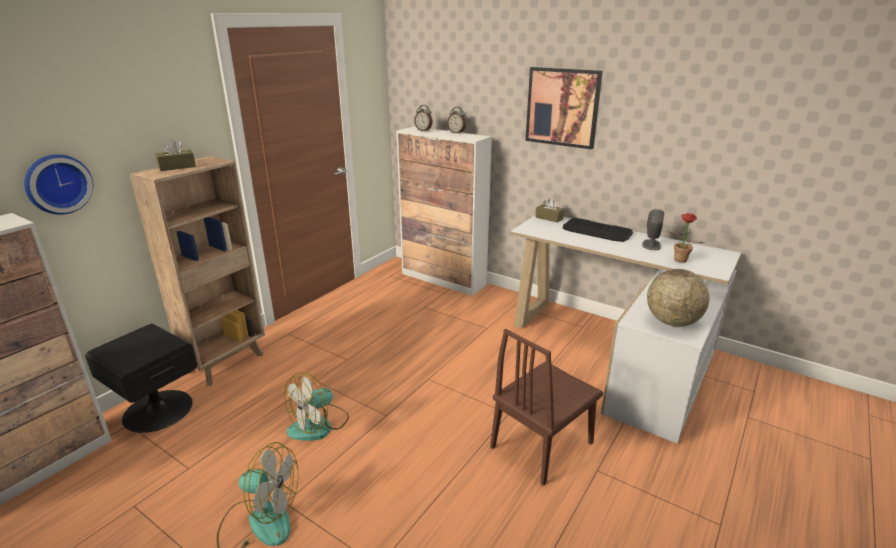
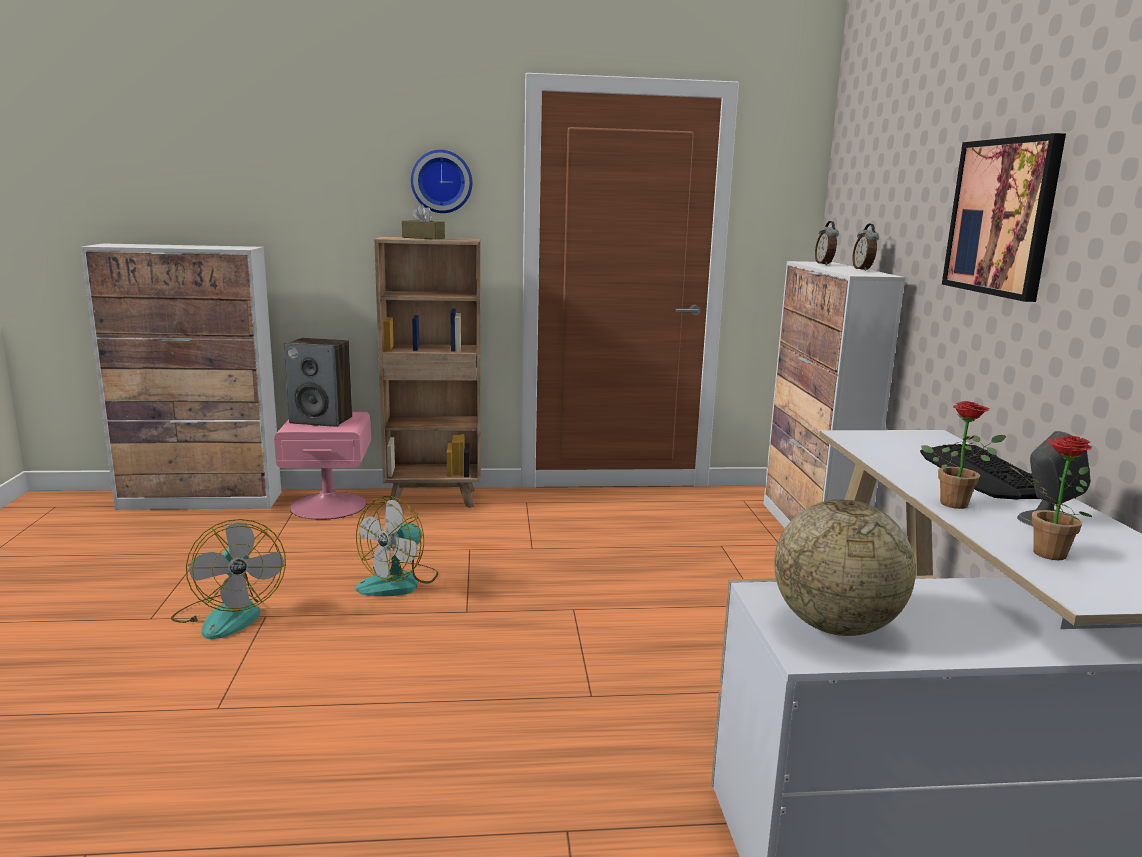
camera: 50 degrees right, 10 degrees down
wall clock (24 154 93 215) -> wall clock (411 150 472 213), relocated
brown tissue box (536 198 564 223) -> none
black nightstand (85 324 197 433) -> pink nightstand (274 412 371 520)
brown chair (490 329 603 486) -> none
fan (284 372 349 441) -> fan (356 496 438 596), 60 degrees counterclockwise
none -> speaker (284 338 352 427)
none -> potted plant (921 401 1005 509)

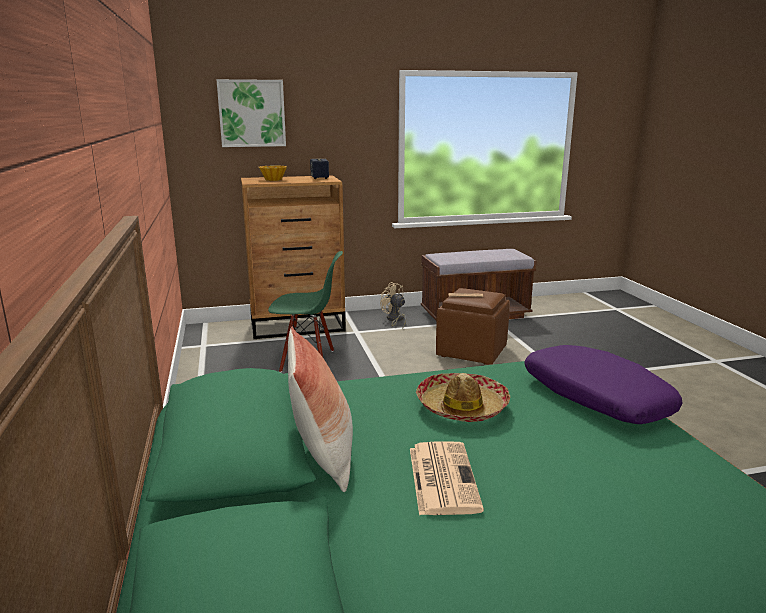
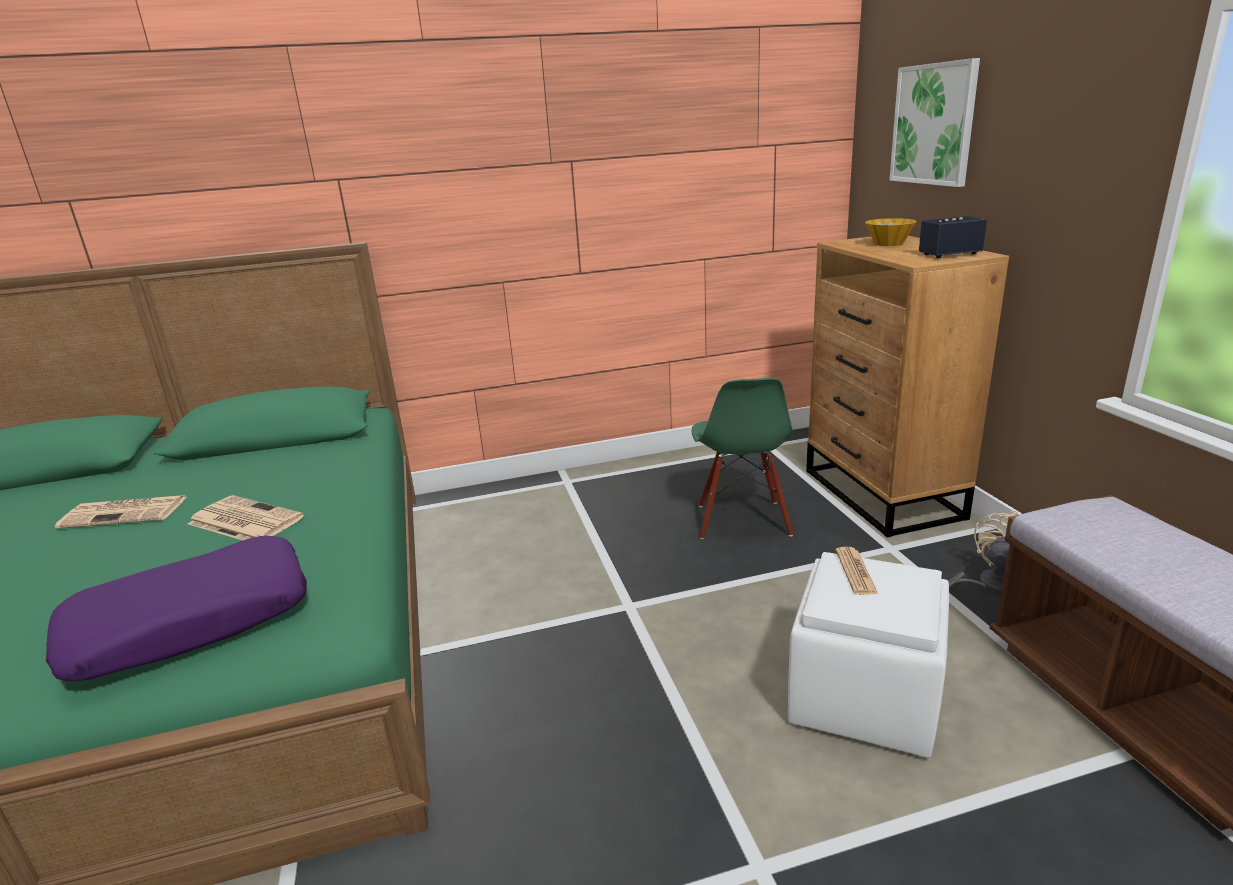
camera: 90 degrees right, 5 degrees up
brown ottoman (436 288 510 365) -> white ottoman (788 552 949 758)
pillow (288 327 353 492) -> none
hat (416 373 510 422) -> newspaper (188 495 304 540)

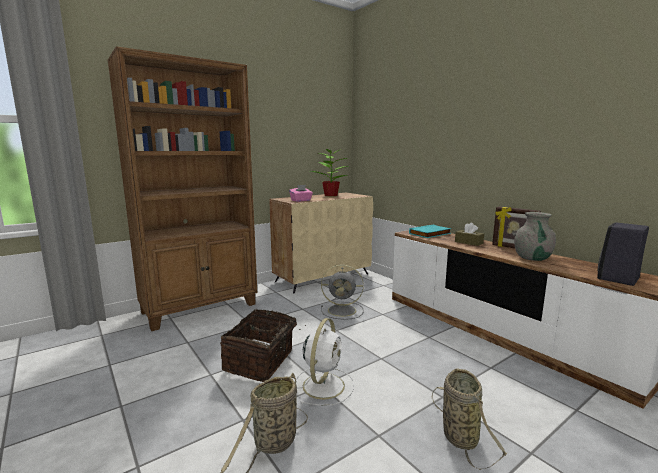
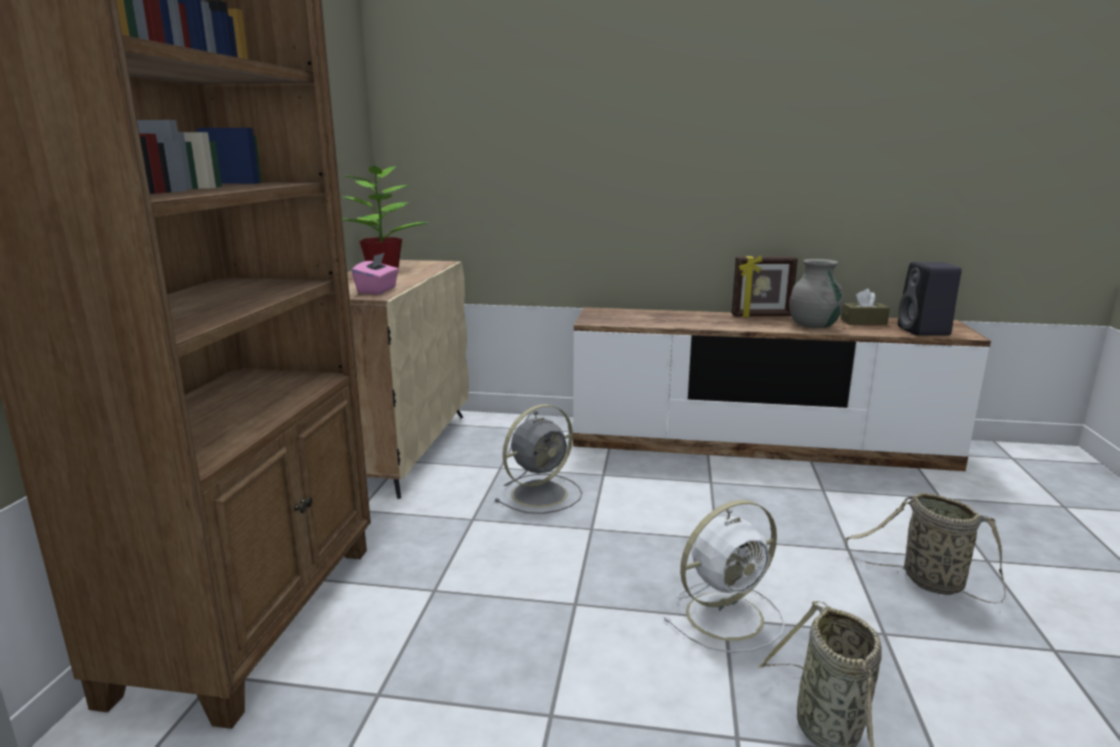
camera: 45 degrees left, 5 degrees up
brown tissue box (455 223 484 246) -> brown tissue box (841 289 890 325), relocated
turquoise book (409 225 451 238) -> none
basket (220 309 306 382) -> none
white fan (296 318 354 406) -> white fan (664 500 785 653), 90 degrees clockwise

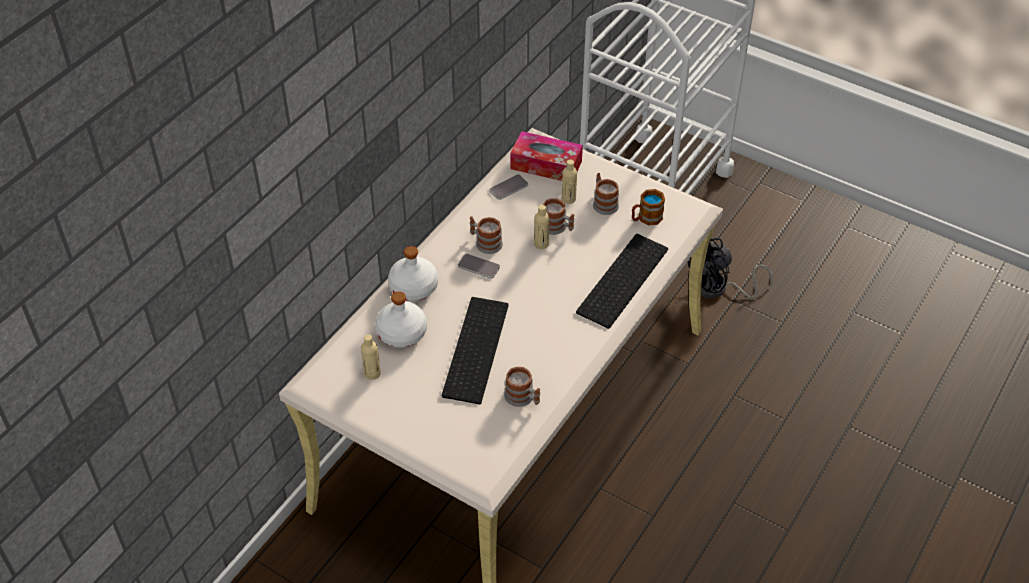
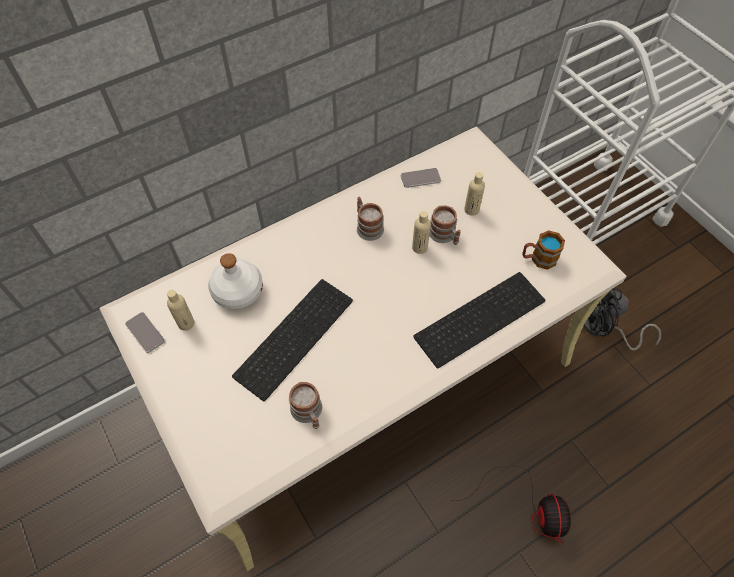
camera: 25 degrees right, 10 degrees up
tissue box (511 131 583 181) -> none
mug (593 173 619 215) -> none
white bottle (388 246 438 301) -> none
phone (458 254 500 278) -> phone (125 312 165 353), relocated
none -> fan (451 466 571 543)

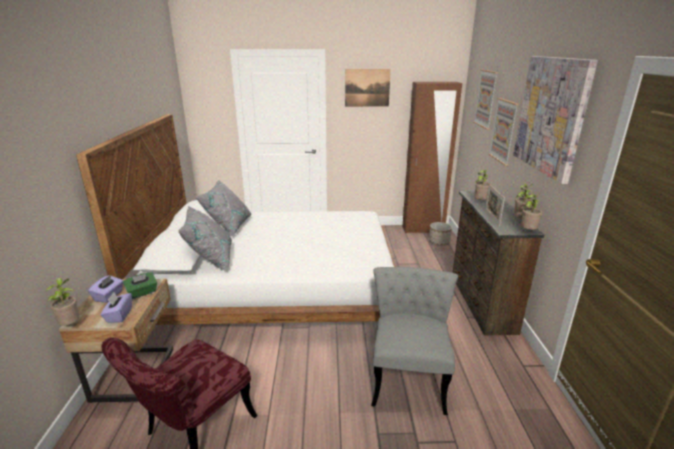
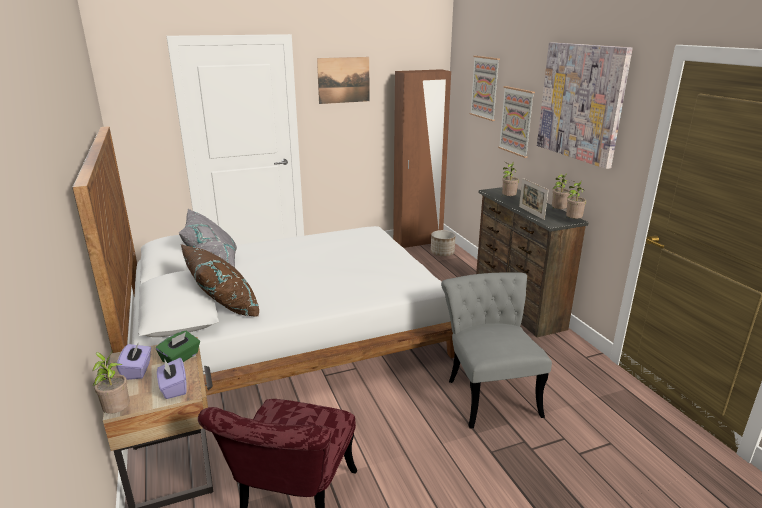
camera: 20 degrees left, 0 degrees up
grey pillow (178 206 232 271) -> brown pillow (181 244 259 317)

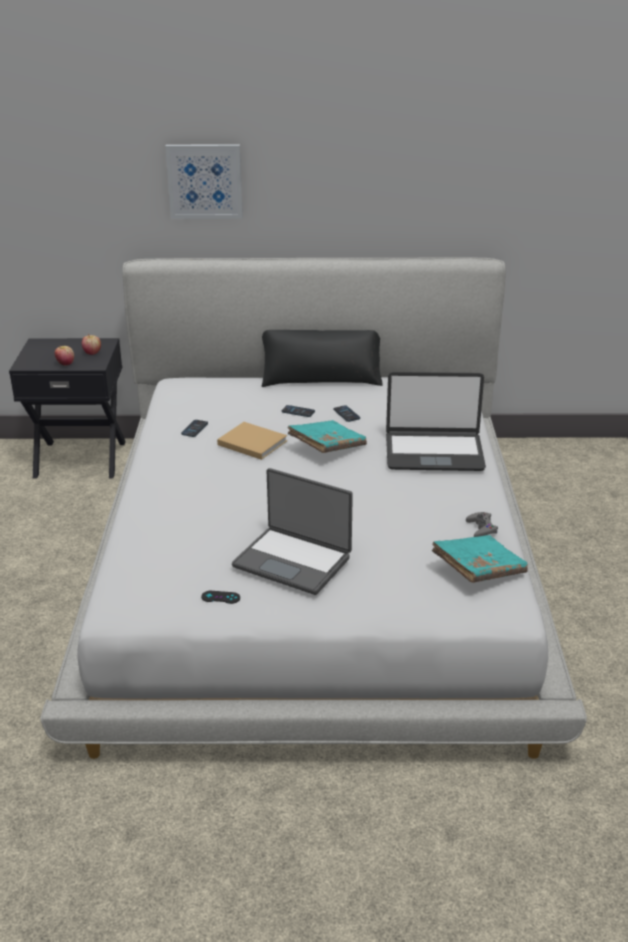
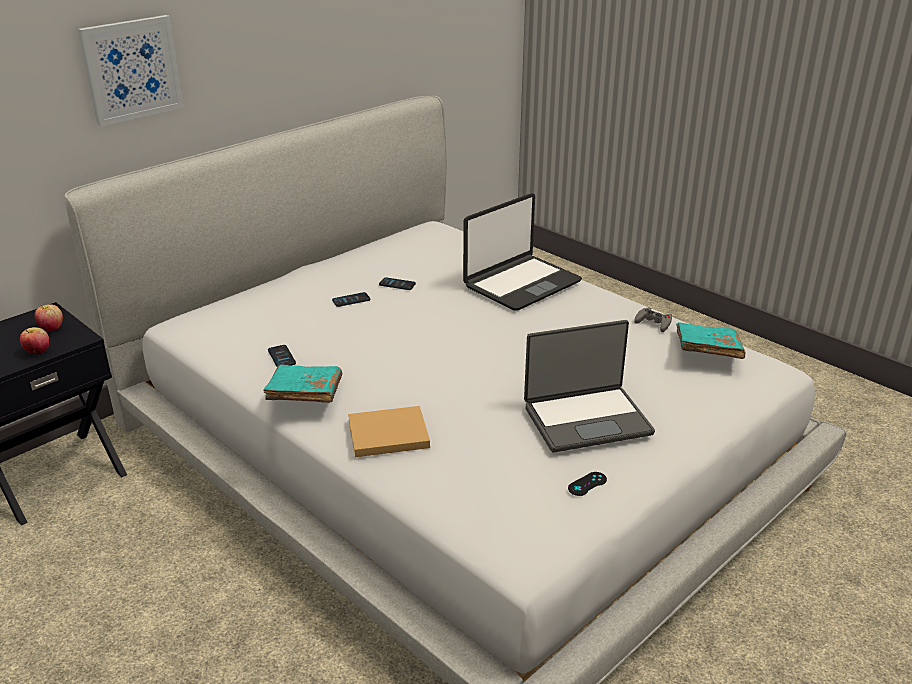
camera: 45 degrees left, 0 degrees up
black pillow (262 330 383 387) -> none
turquoise book (288 420 367 453) -> turquoise book (264 365 343 403), relocated
beige book (217 422 287 460) -> beige book (348 406 430 457), relocated

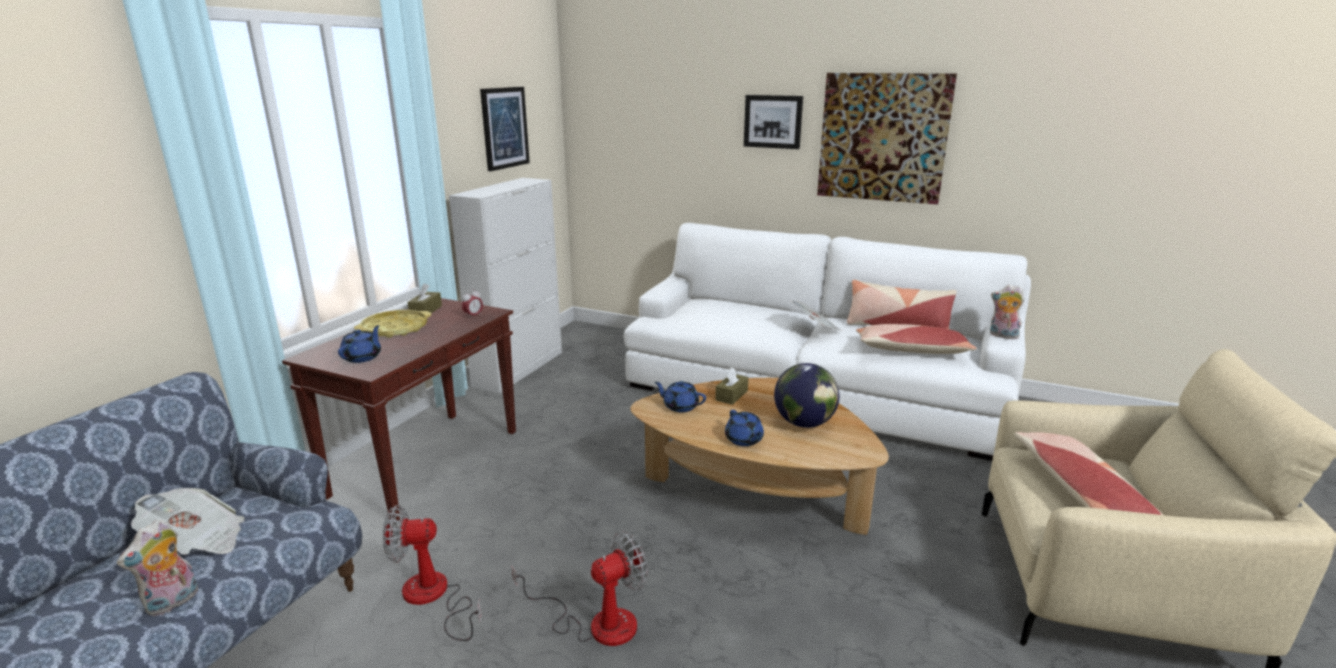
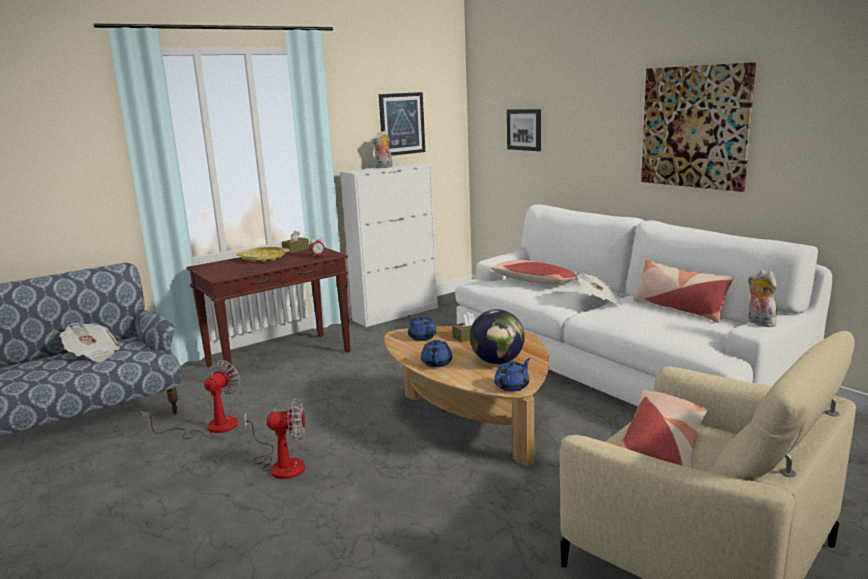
camera: 30 degrees right, 5 degrees down
picture (744 95 803 149) -> picture (507 109 541 151), relocated
pillow (856 324 977 354) -> pillow (490 260 578 285), relocated
blue teapot (338 325 381 363) -> blue teapot (494 358 530 392), relocated
fan (383 505 481 641) -> fan (141 360 240 439), 90 degrees clockwise
plush toy (117 519 198 616) -> plush toy (371 130 392 168), relocated

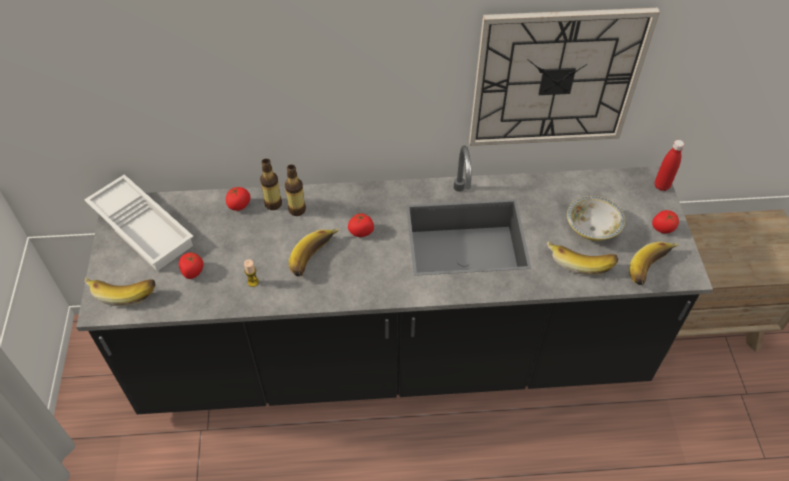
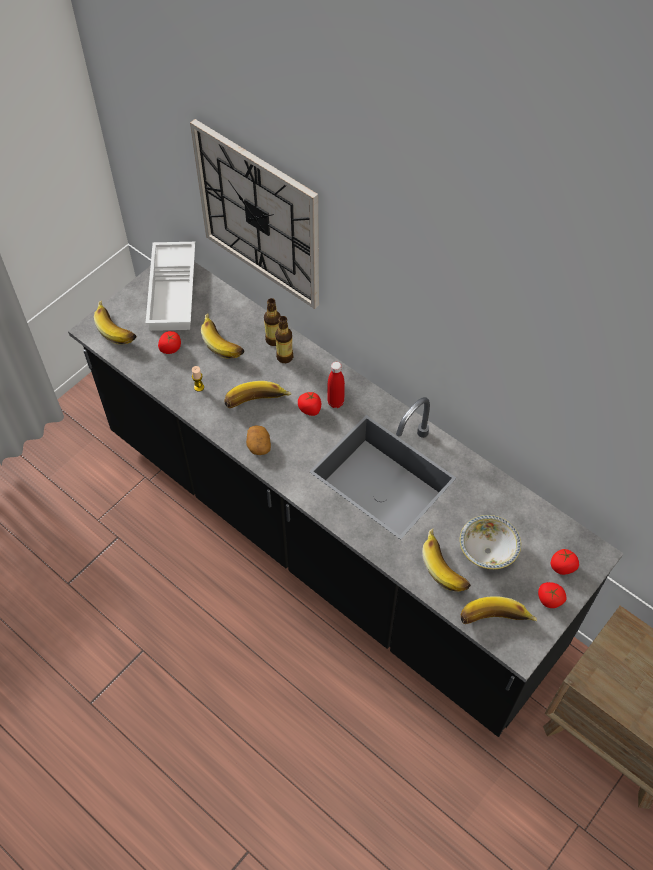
camera: 45 degrees right, 5 degrees up
wall clock (469 8 660 146) -> wall clock (190 119 319 309), relocated
red bottle (655 140 685 191) -> red bottle (327 362 345 408), relocated
tomato (226 187 250 211) -> tomato (551 549 579 575), relocated
none -> banana (201 314 245 358)
none -> potato (246 425 271 455)

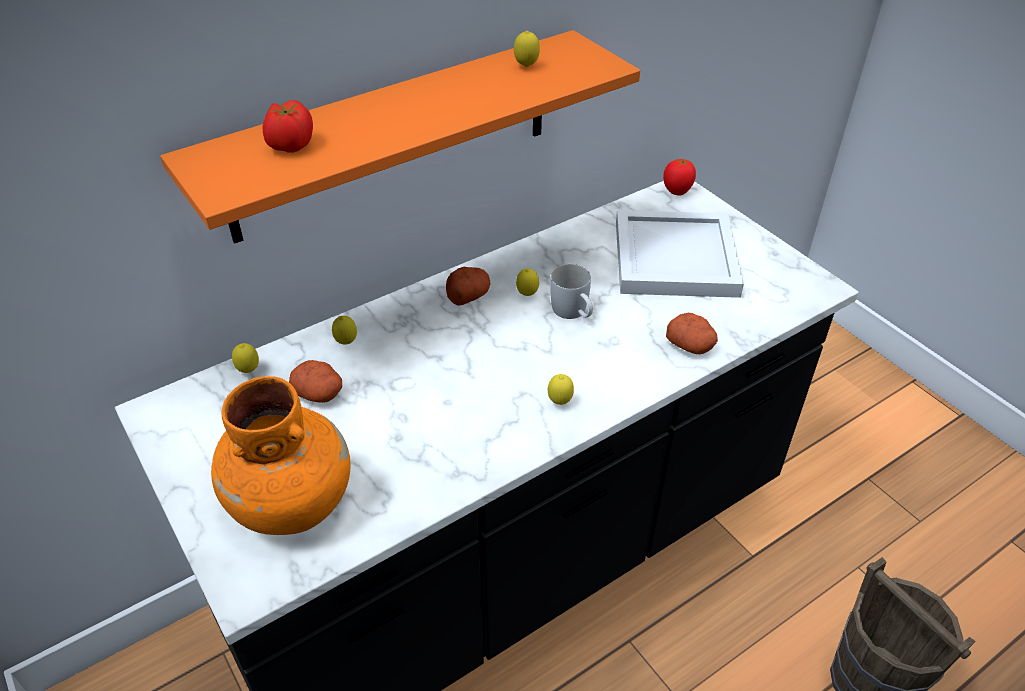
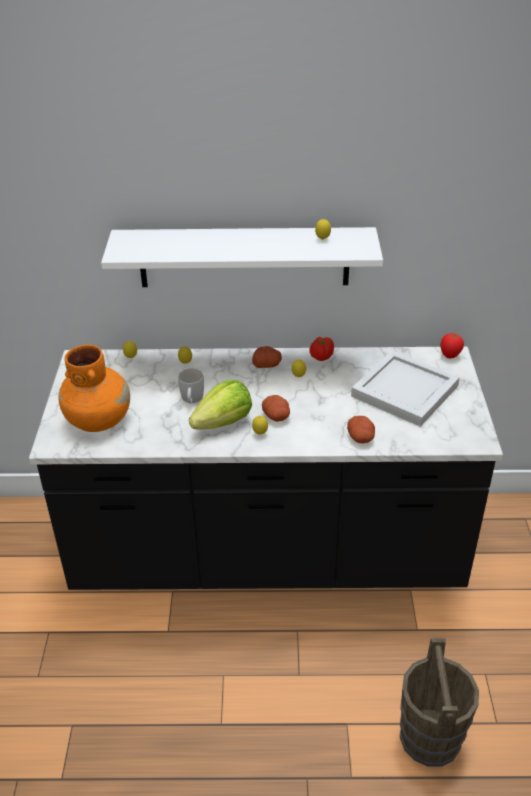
camera: 35 degrees right, 5 degrees down
orange shelf (160 30 640 244) -> white shelf (101 227 383 287)
tomato (263 100 313 152) -> tomato (309 337 334 361), relocated
white mug (550 264 593 319) -> white mug (178 368 204 403), relocated
potato (289 360 342 403) -> potato (262 395 290 422), relocated
none -> lettuce (189 380 252 429)

